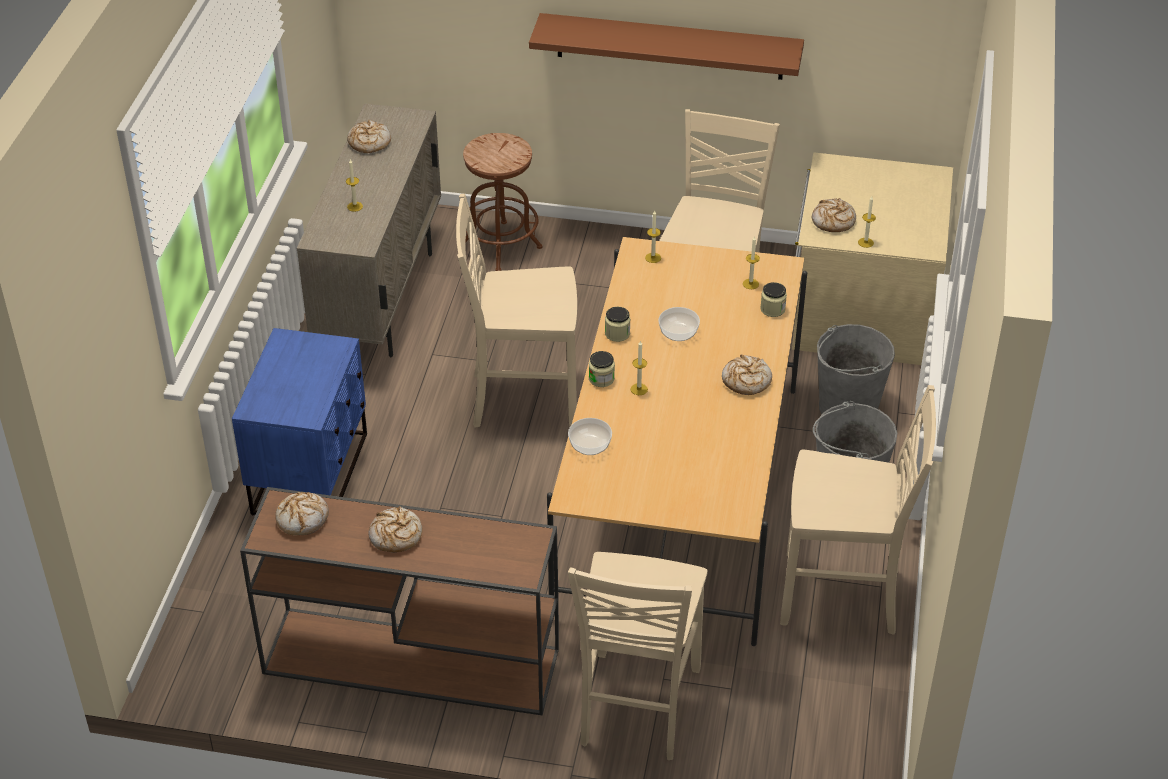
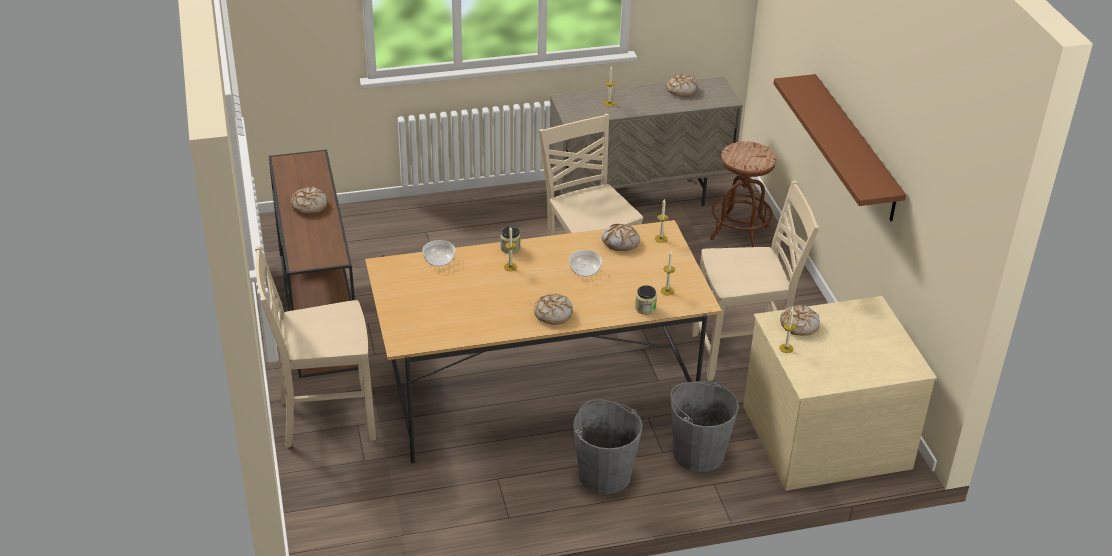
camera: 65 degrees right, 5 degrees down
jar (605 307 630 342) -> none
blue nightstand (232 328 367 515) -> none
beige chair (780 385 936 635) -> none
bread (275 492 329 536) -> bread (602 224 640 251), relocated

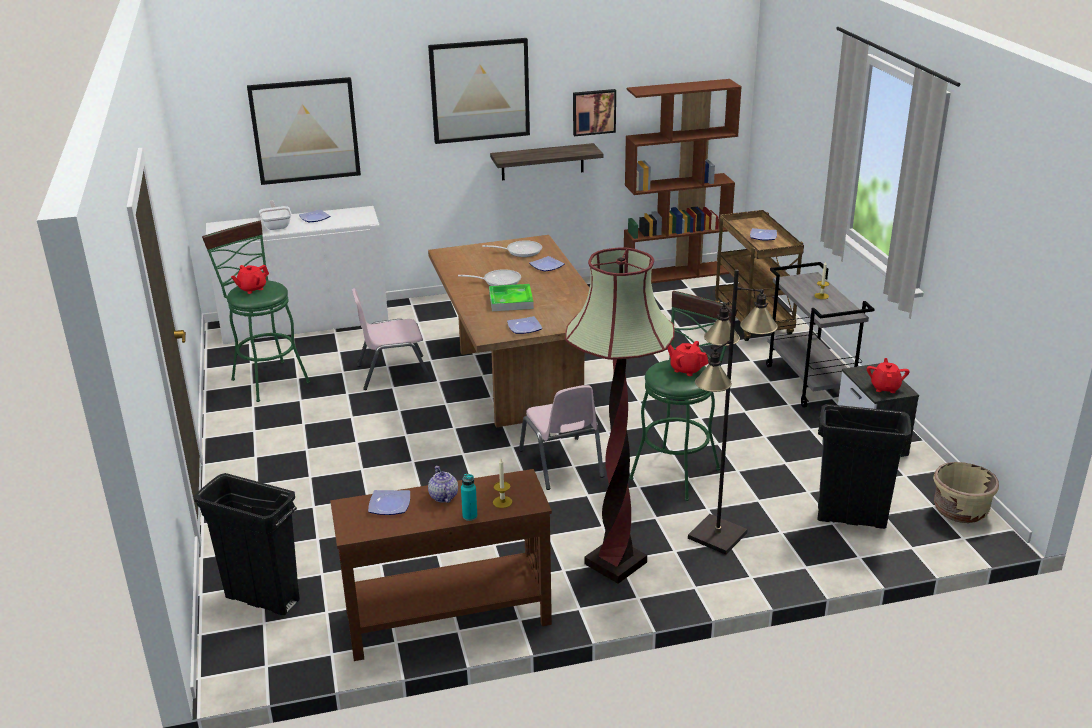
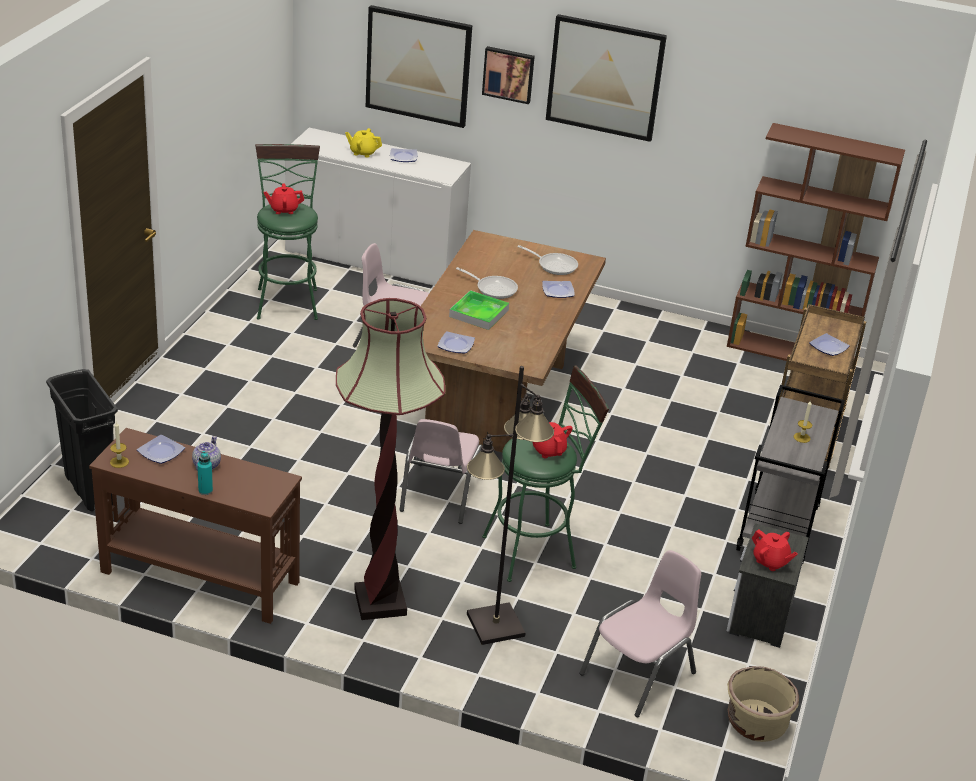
camera: 30 degrees right, 5 degrees up
picture (573 89 616 136) -> picture (482 46 535 104), relocated
shelf (490 143 603 180) -> none
frying pan (259 200 292 230) -> yellow teapot (345 128 382 158)
red teapot (867 358 910 393) -> red teapot (752 529 798 571), 90 degrees clockwise
black trash can (817 404 911 529) -> pink chair (579 550 701 717)
candle (493 459 512 508) -> candle (110 421 129 468), relocated

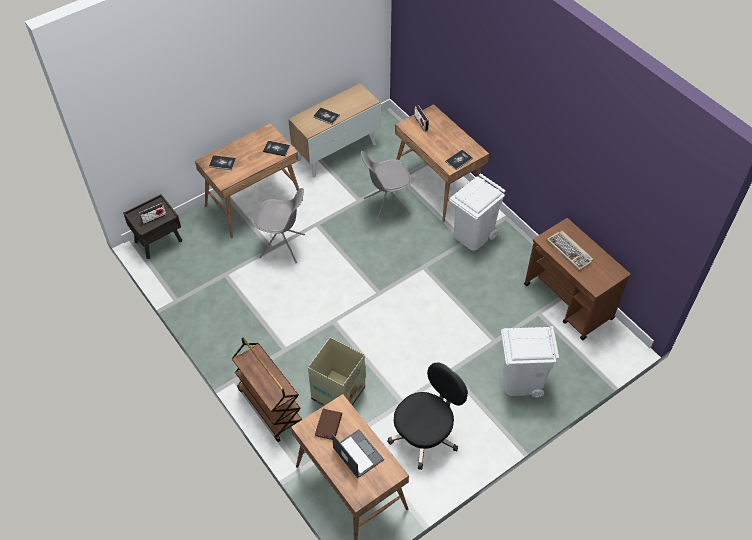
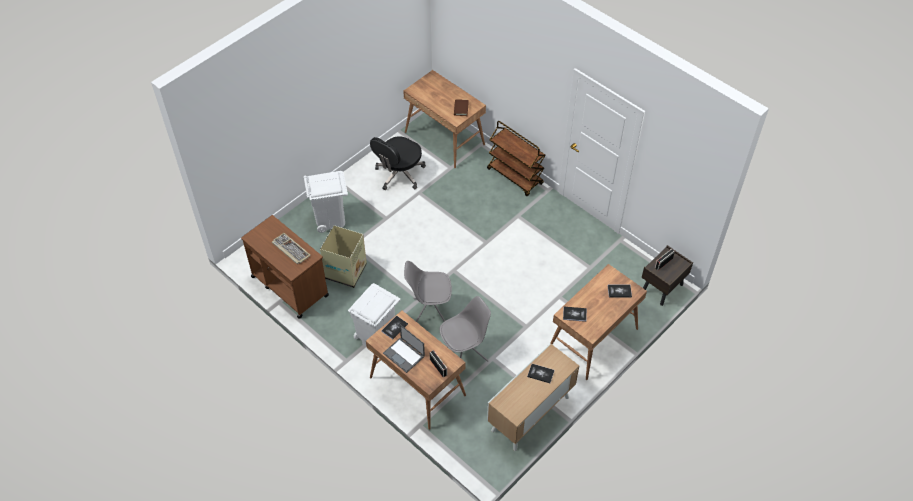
camera: 170 degrees right, 0 degrees up
grey chair (254 188 305 263) -> grey chair (404 261 452 322), relocated
cardboard box (308 337 366 406) -> cardboard box (320 225 367 288), relocated
laptop (332 429 384 478) -> laptop (383 325 425 373), relocated

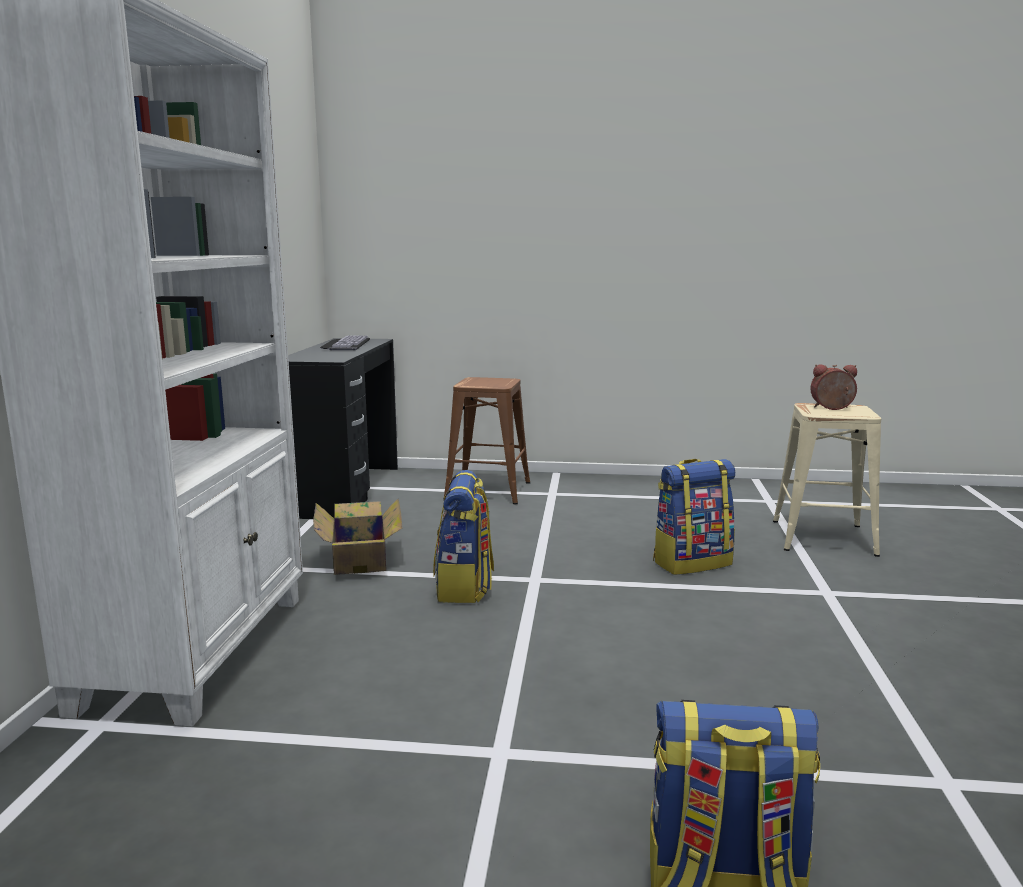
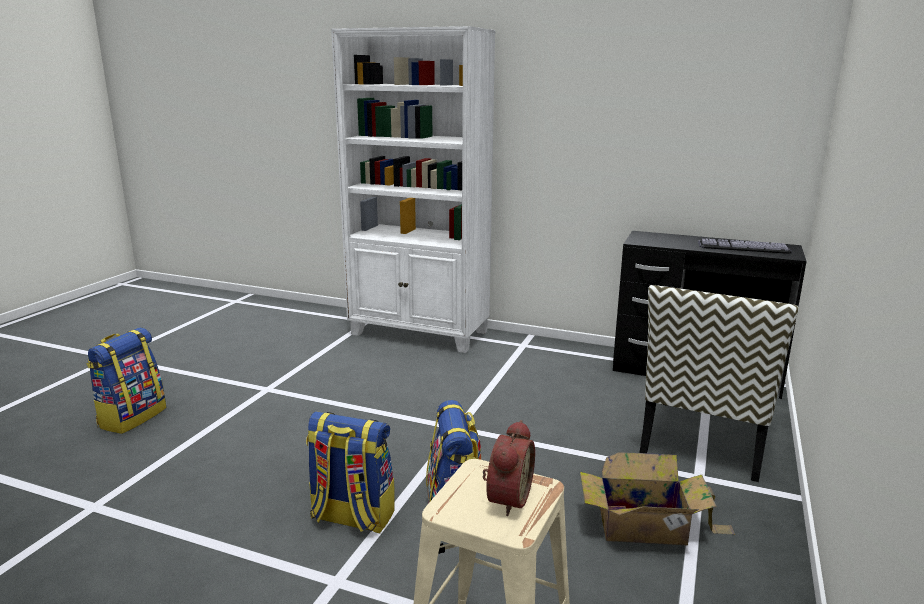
camera: 105 degrees right, 5 degrees up
brown stool (444 377 530 504) -> chair (639 285 798 482)
backpack (433 470 494 603) -> backpack (306 411 395 533), relocated
cardboard box (313 498 402 575) -> cardboard box (580 452 735 545), relocated

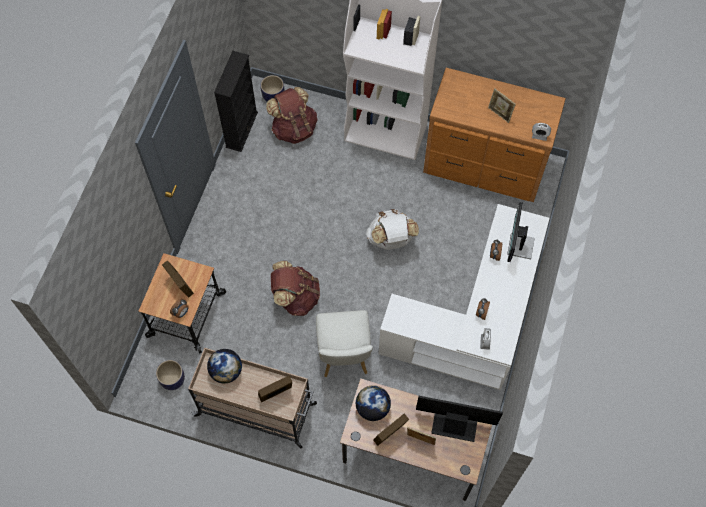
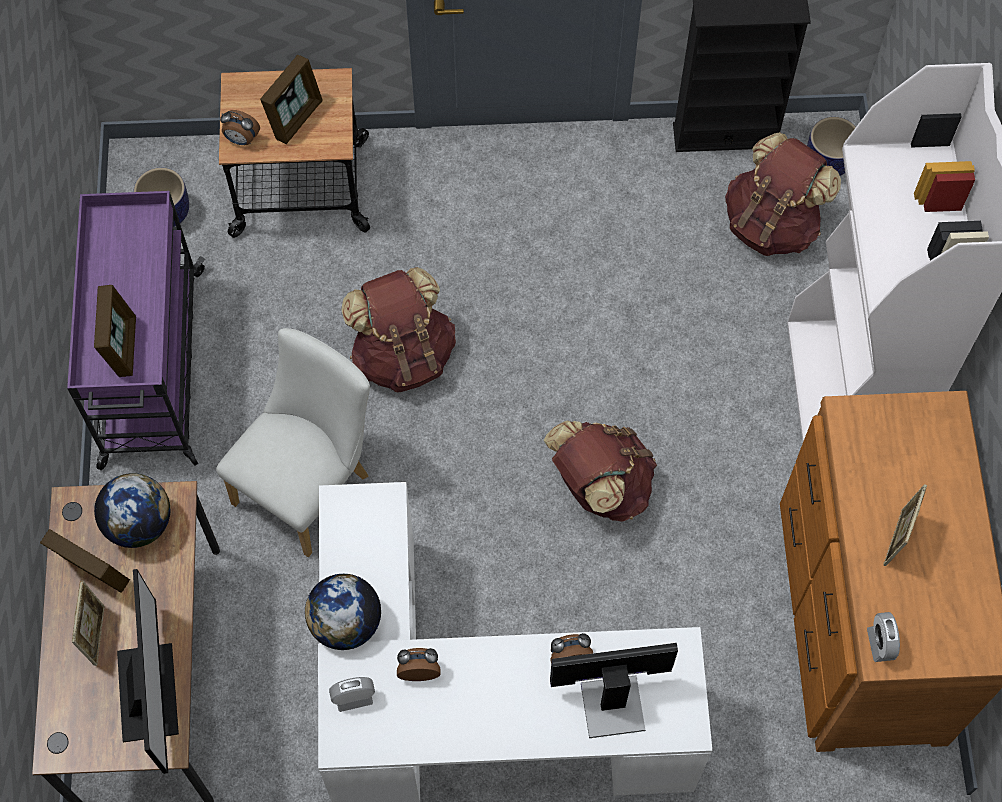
camera: 70 degrees right, 0 degrees up
white backpack (366 209 419 250) -> brown backpack (543 421 657 521)
white chair (316 310 373 377) -> white chair (216 328 370 557), 150 degrees clockwise
beige cart (188 348 317 448) -> purple cart (67 191 205 470)
globe (207 349 242 384) -> globe (305 574 381 650), relocated
picture frame (258 376 292 402) -> picture frame (94 285 136 377), 45 degrees clockwise

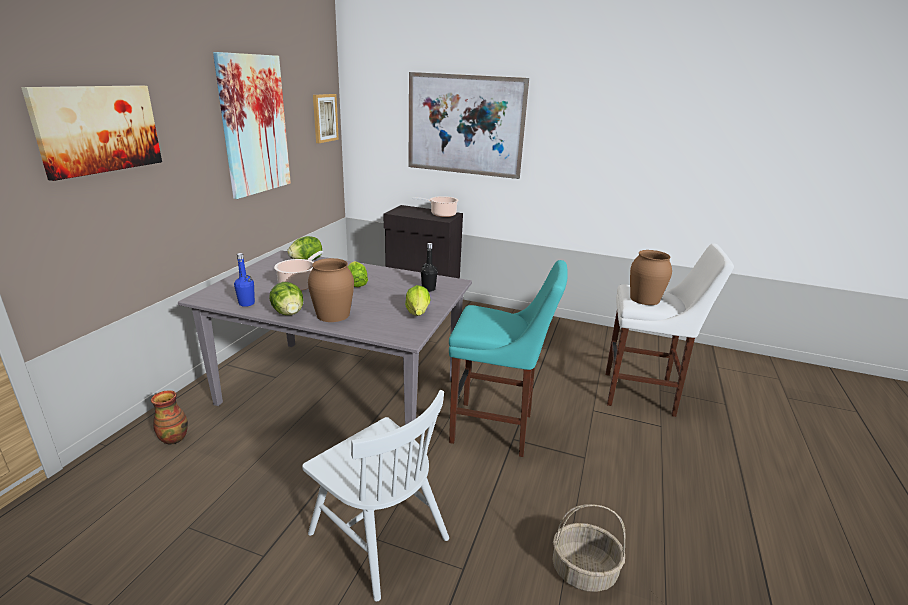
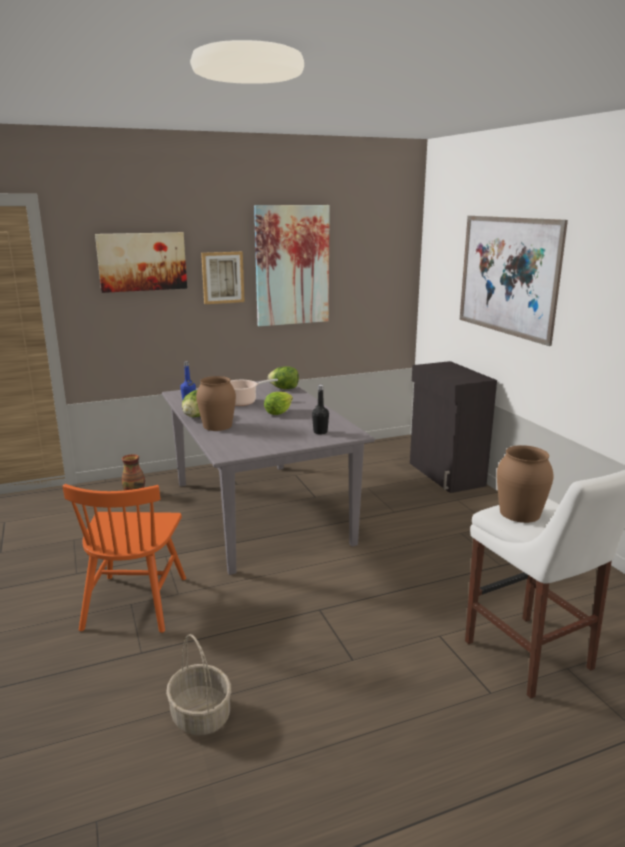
camera: 50 degrees right, 5 degrees down
picture (313 94 339 143) -> picture (201 252 245 304), relocated
cooking pot (412 196 459 217) -> none
turquoise stool (449 260 568 457) -> none
lettuce (405 285 430 316) -> none
white chair (302 390 449 601) -> orange chair (63 484 186 633)

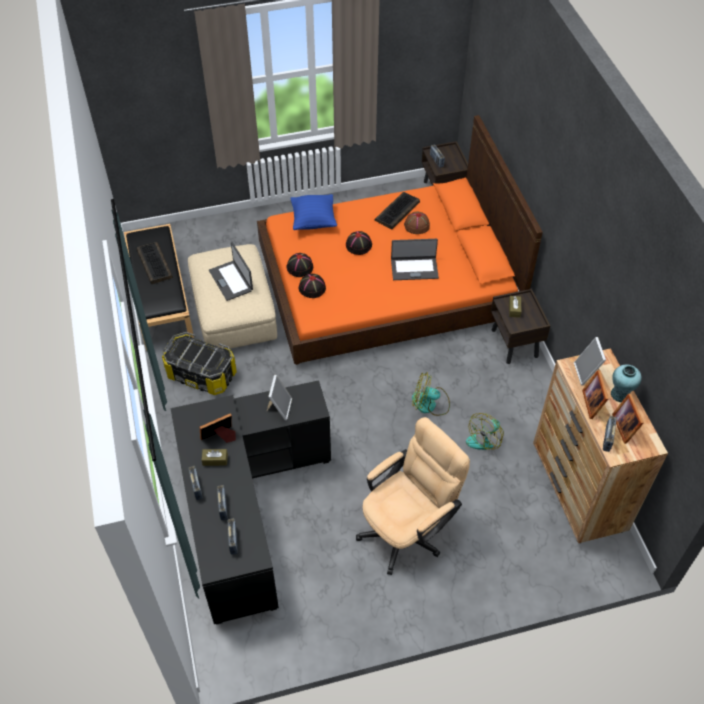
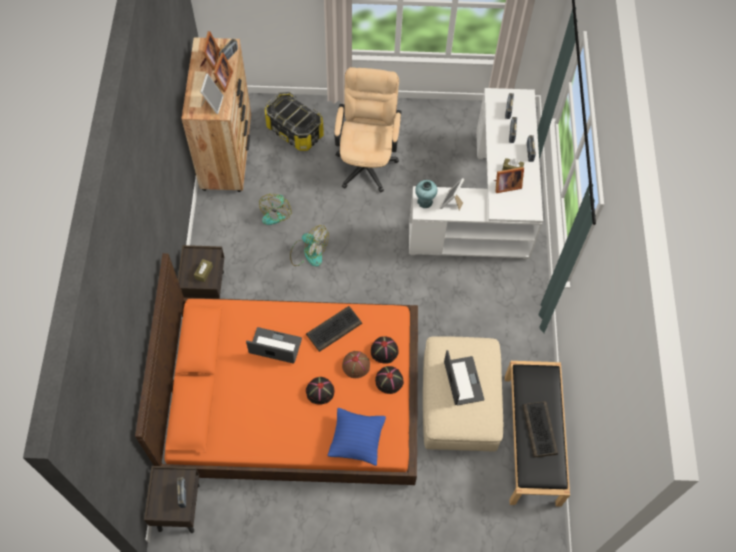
camera: 165 degrees left, 10 degrees up
keyboard (374 192 420 230) -> keyboard (306 306 362 352), relocated
brown hat (404 211 430 234) -> brown hat (342 351 370 378), relocated
storage box (162 332 237 395) -> storage box (265 92 324 151), relocated
turquoise vase (611 364 642 402) -> turquoise vase (415 180 437 208), relocated
black desk (170 380 331 625) -> white desk (409 88 543 259)
fan (466 413 504 450) -> fan (259 194 292 225), 135 degrees clockwise
beige office chair (356 417 470 575) -> beige office chair (334 67 402 193), 120 degrees clockwise

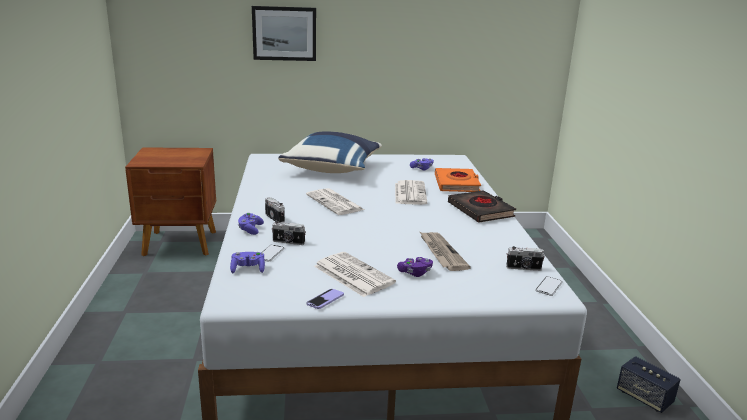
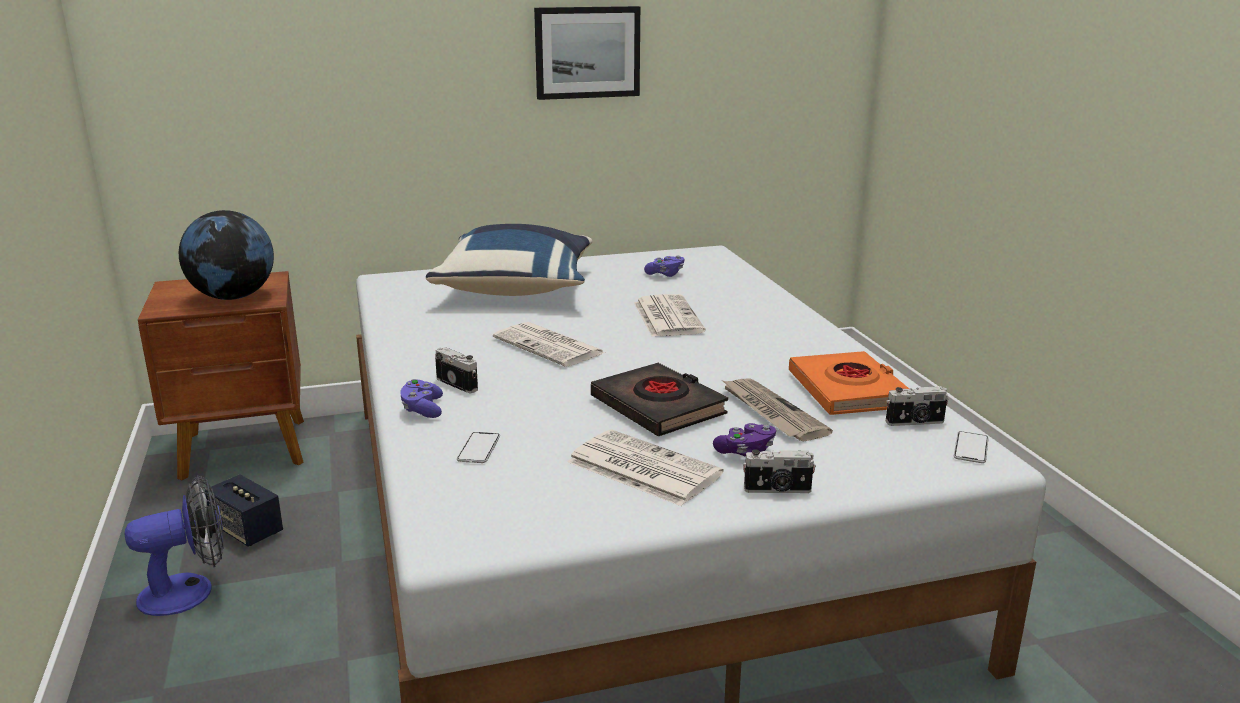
camera: 10 degrees left, 0 degrees up
picture (252 6 316 61) -> picture (534 6 640 100), relocated
orange book (435 168 481 192) -> orange book (789 351 909 415), relocated
black book (448 190 516 222) -> black book (591 363 728 436), relocated
photo camera (272 221 306 245) -> photo camera (743 449 816 493), relocated
purple game controller (230 252 265 273) -> none
phone (306 289 344 309) -> none
speaker (617 356 681 413) -> speaker (205 474 283 547), relocated
none -> globe (179 210 274 300)
none -> fan (125 475 224 616)

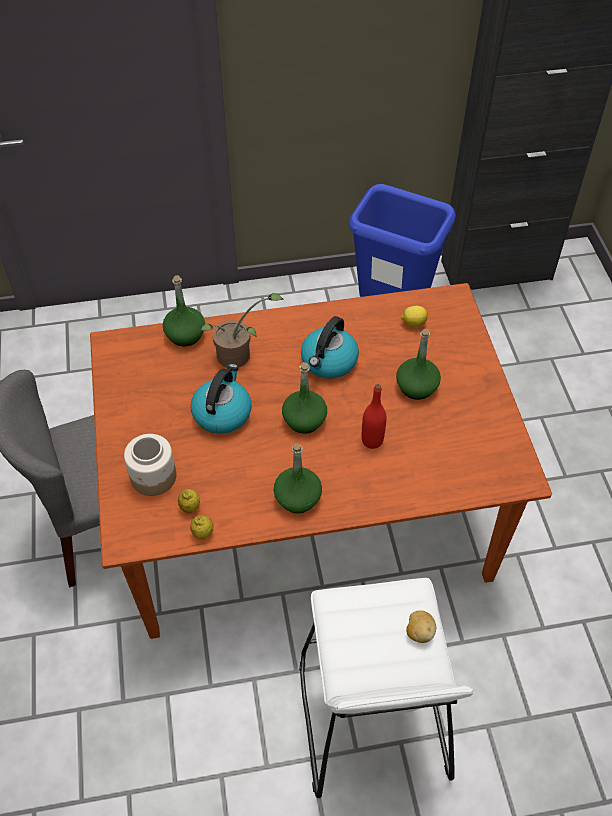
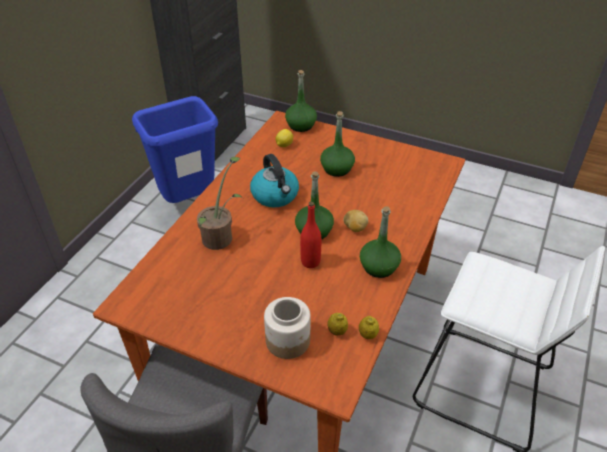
camera: 55 degrees left, 10 degrees down
green bottle (163 275 205 346) -> green bottle (285 70 317 132), relocated
kettle (191 364 251 434) -> none
red bottle (362 384 386 449) -> red bottle (300 202 322 268), relocated
potato (406 610 436 643) -> potato (343 210 368 232), relocated

